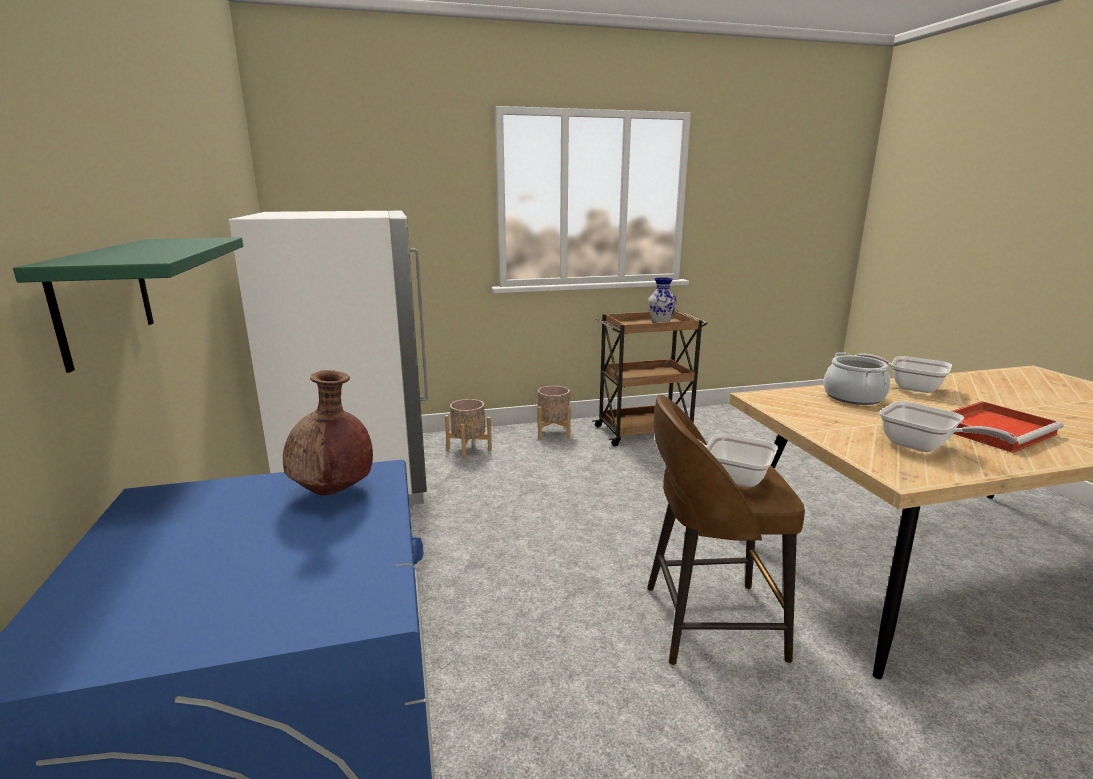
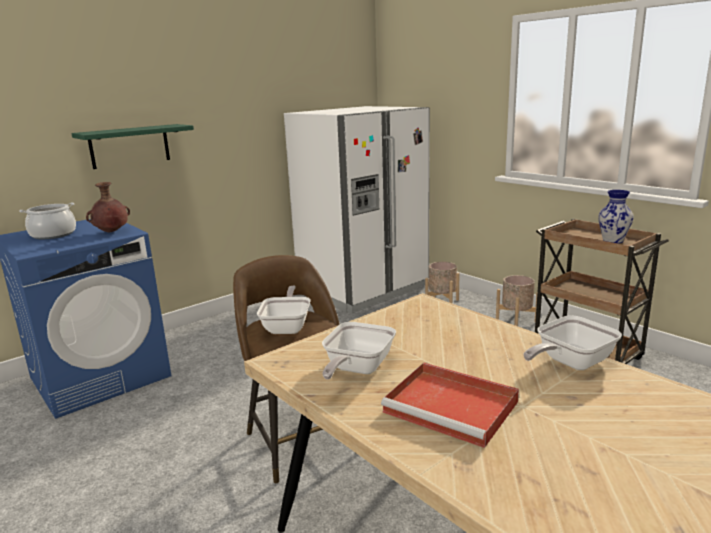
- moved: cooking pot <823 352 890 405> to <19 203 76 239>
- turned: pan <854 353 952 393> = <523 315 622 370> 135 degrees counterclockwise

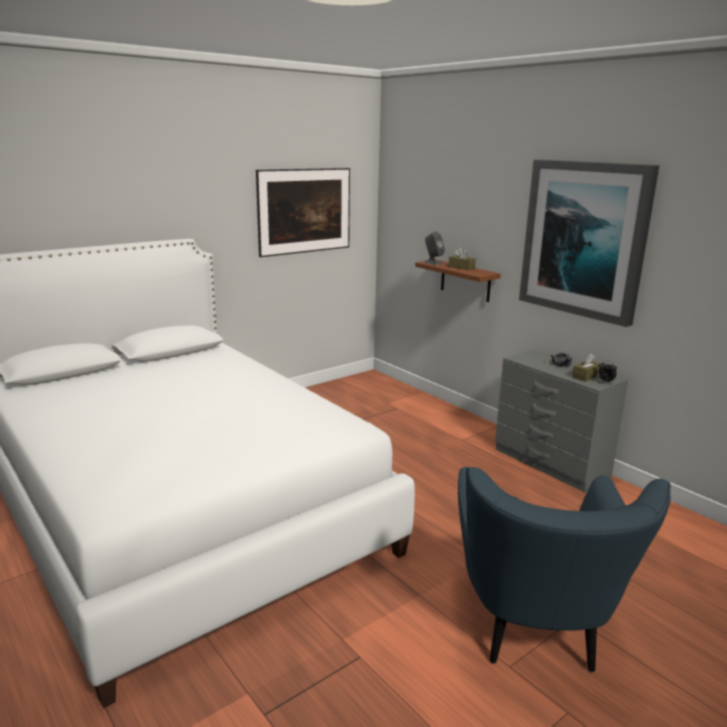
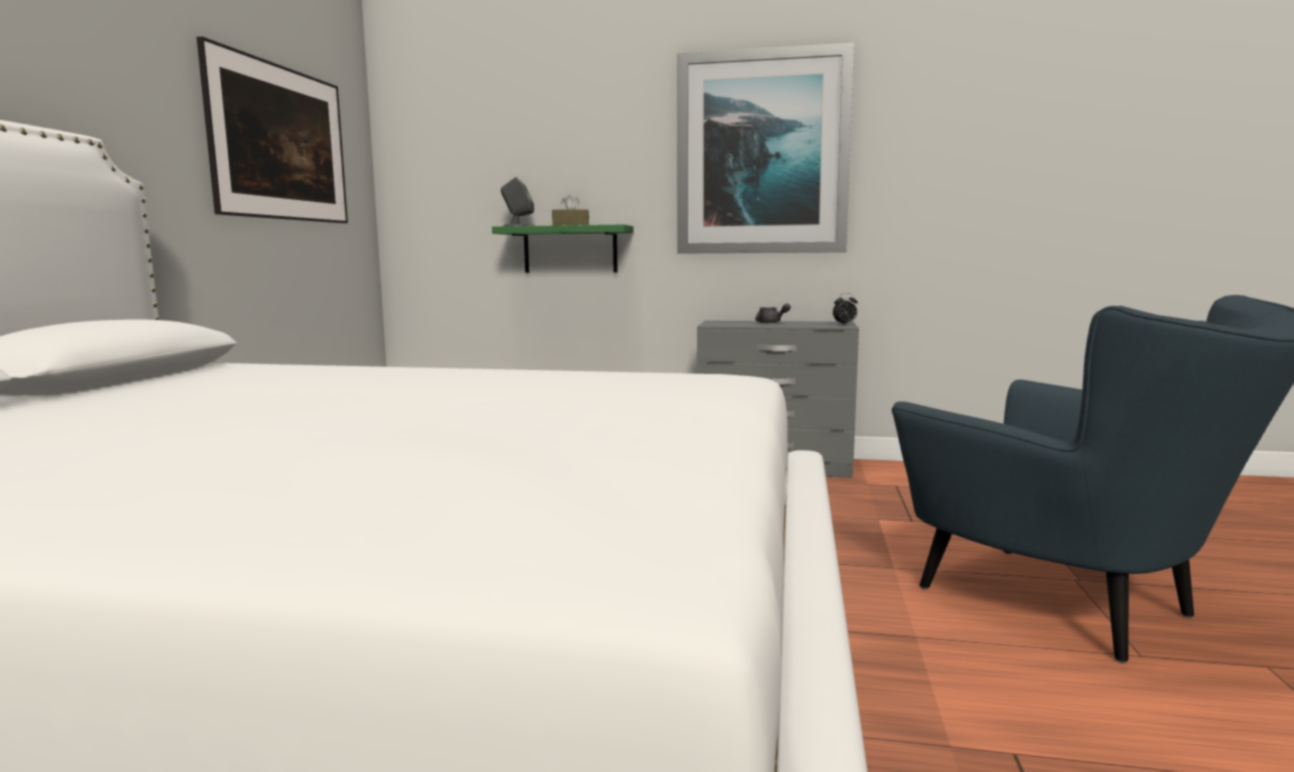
- removed: brownish tissue holder <572 354 601 382>
- recoloured: brownish bracket shelf <415 259 501 302> to green-coloured bracket shelf <492 224 634 273>

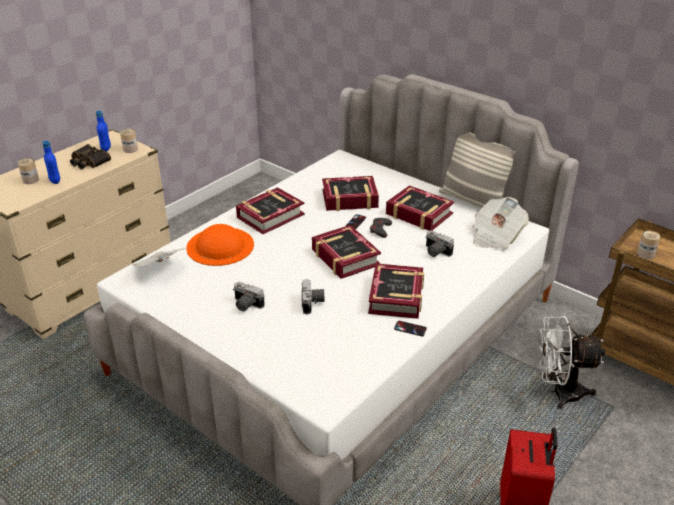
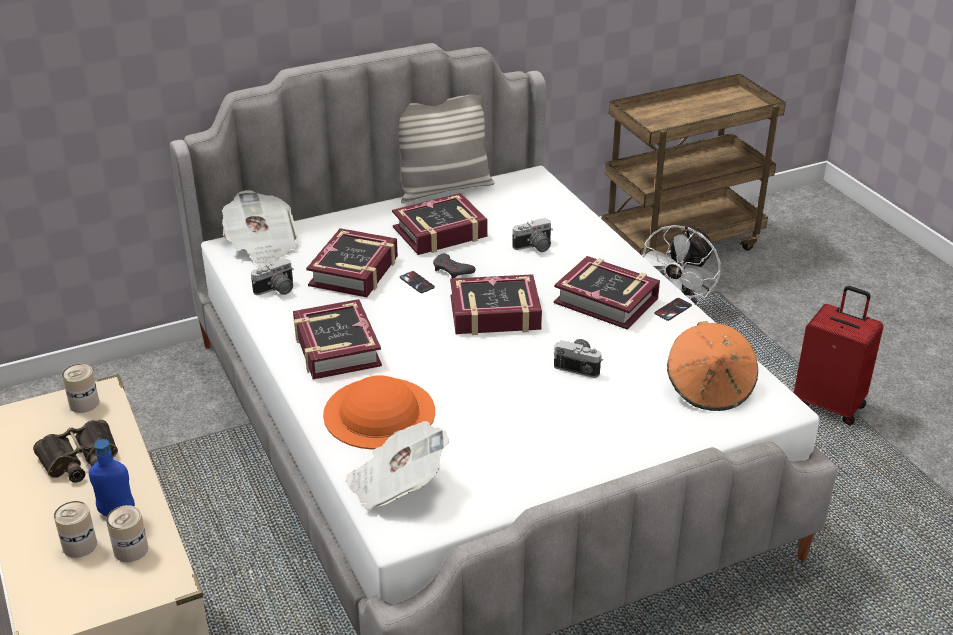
- removed: bluish drink bottle <96 111 111 152>
- added: orange wearable hat <667 321 758 411>
- moved: still camera <234 282 265 312> to <251 258 294 295>
- moved: printed paper <473 197 529 249> to <222 190 298 267>
- moved: can <637 231 660 259> to <106 505 148 562>

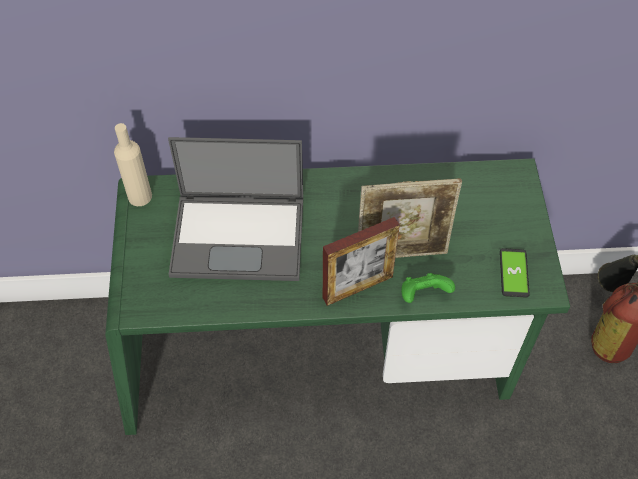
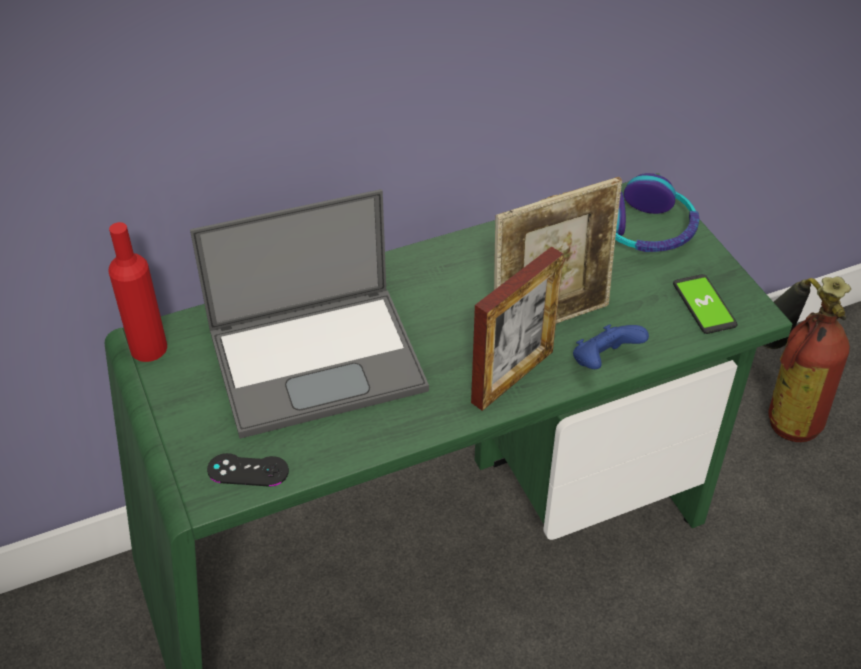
- added: black gamepad <207 453 289 486>
- added: headset <615 173 699 252>
- recoloured: sand-coloured drink bottle <114 123 152 206> to red drink bottle <108 222 167 362>
- recoloured: green-coloured gamepad <401 273 455 303> to bluish gamepad <573 324 649 369>

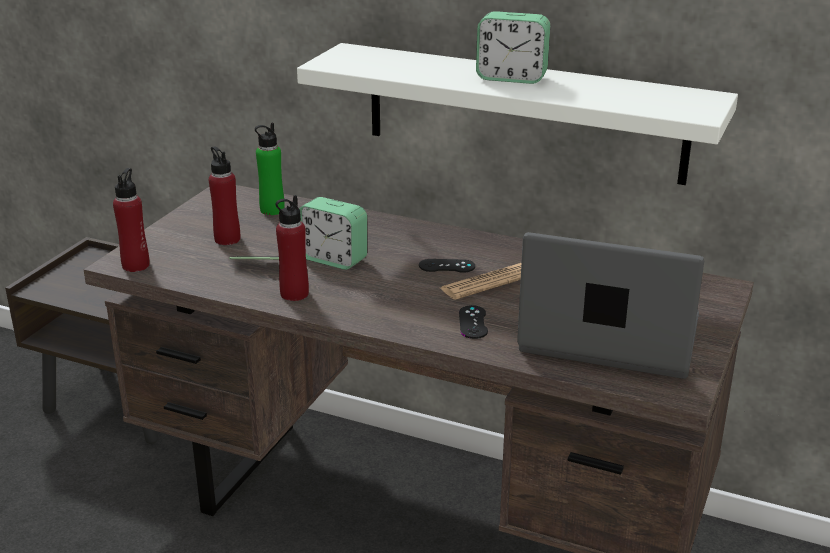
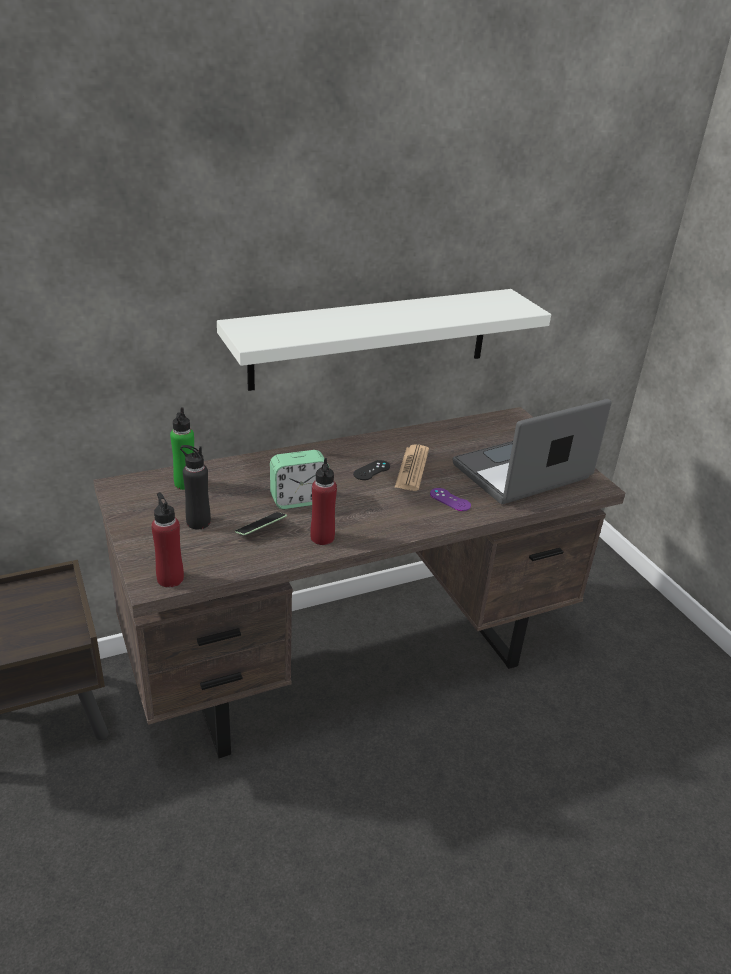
- removed: alarm clock <476 11 550 84>
- recoloured: red drink bottle <209 146 240 245> to black drink bottle <180 445 211 529>
- recoloured: black gamepad <459 305 488 339> to purple gamepad <430 488 471 511>

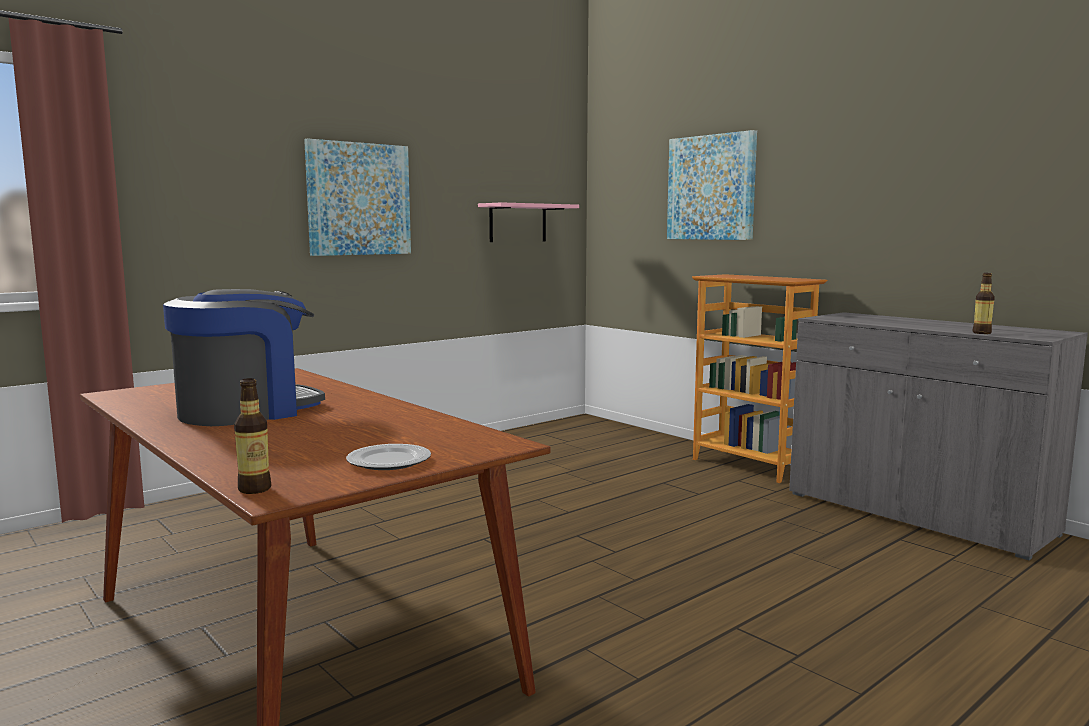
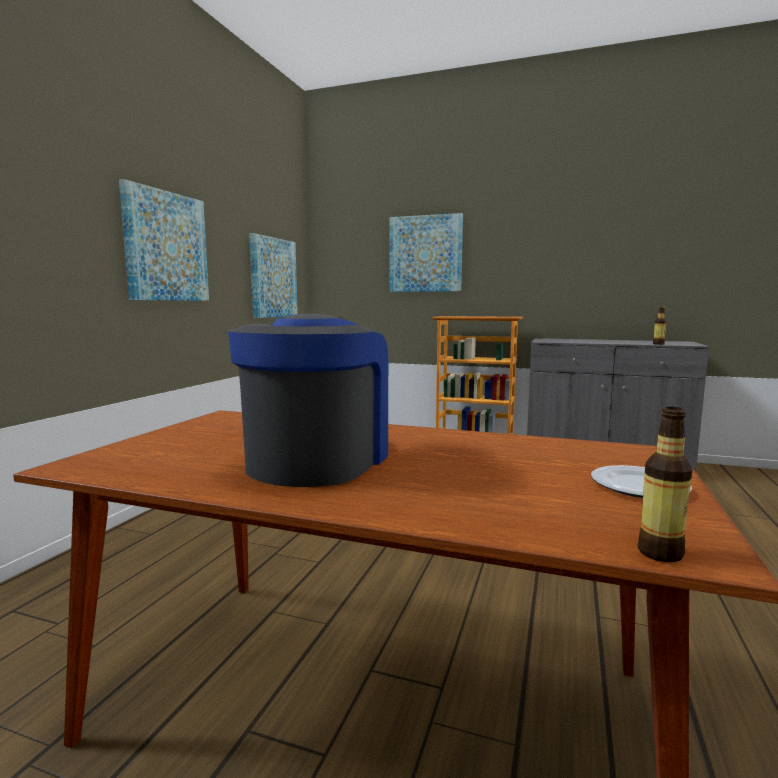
- replaced: pink bracket shelf <478 202 579 242> to picture <249 233 298 318>

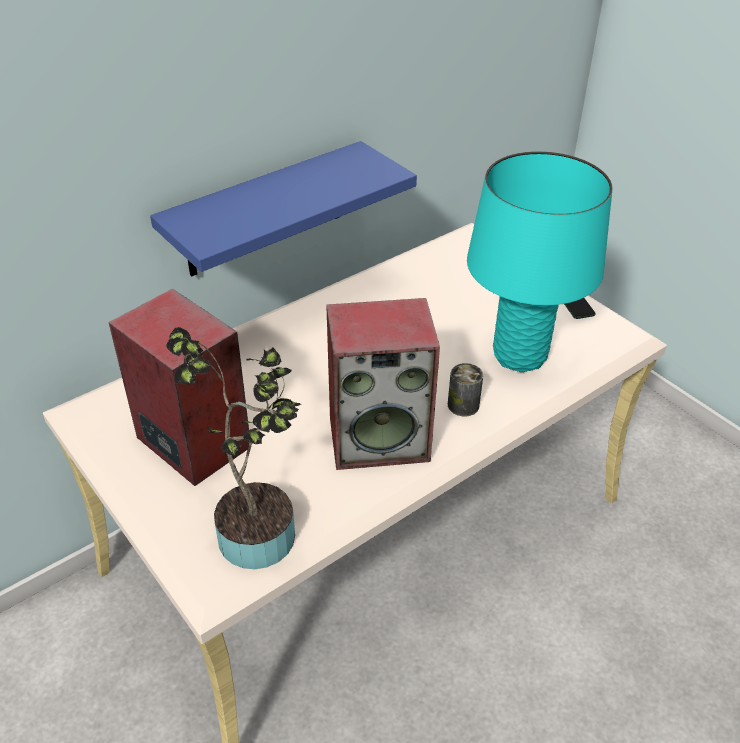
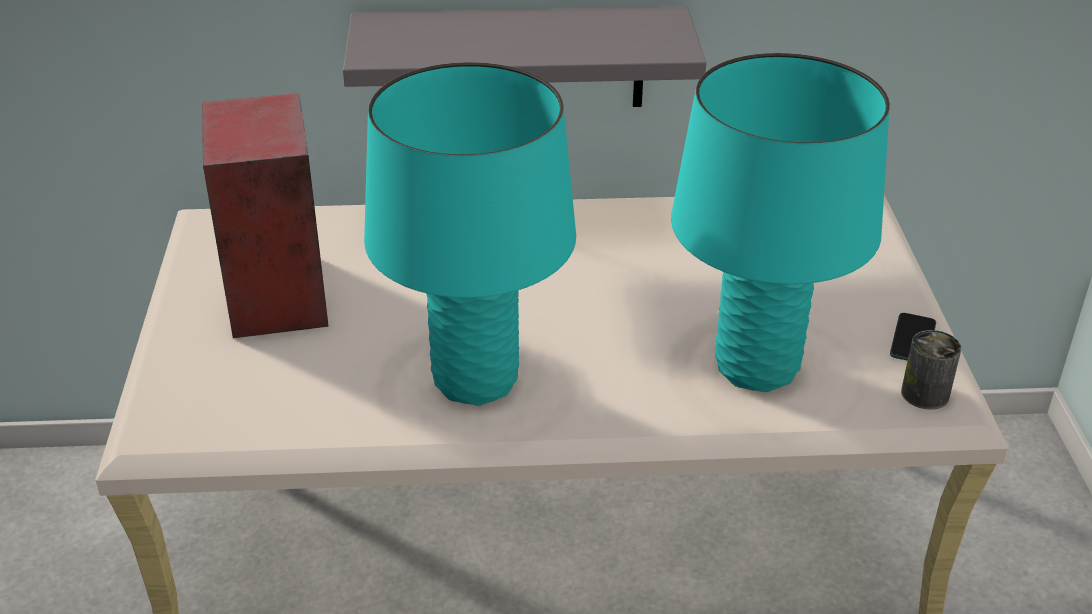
- removed: plant in a pot <166 327 301 569>
- moved: can <448 363 483 416> to <901 330 961 410>
- replaced: speaker <326 298 440 470> to turquoise-coloured table lamp <364 62 576 406>
- recoloured: bluish bracket shelf <150 141 417 277> to grey bracket shelf <343 6 706 107>

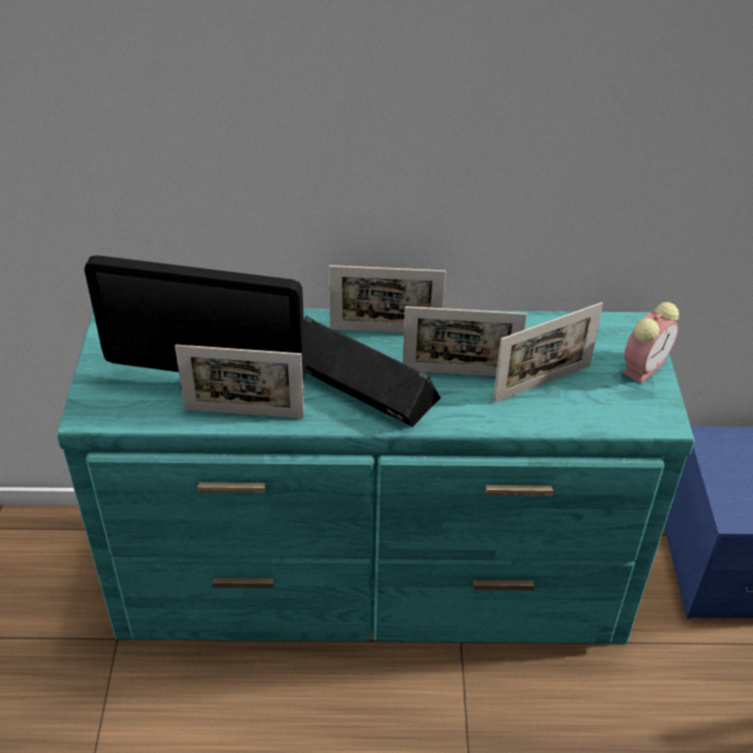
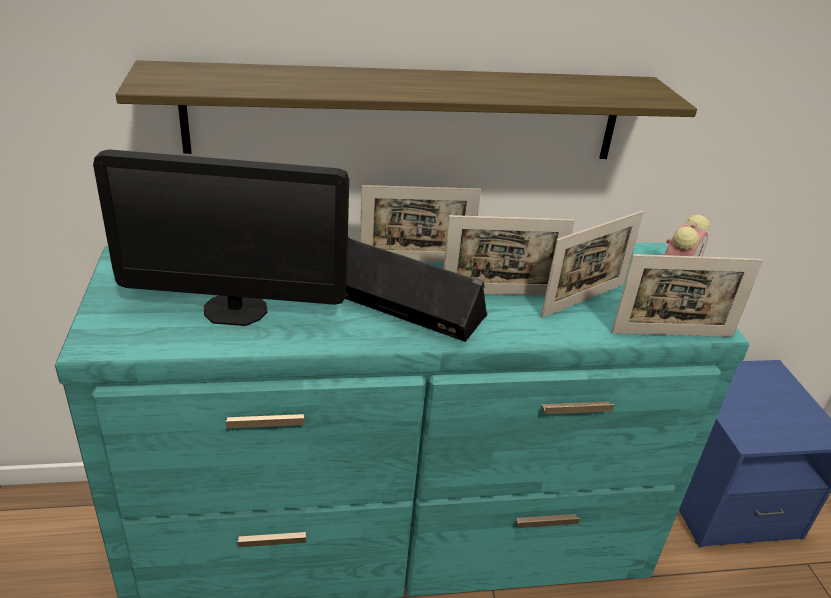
- added: bracket shelf <116 60 697 159>
- moved: photo frame <175 345 304 419> to <611 254 763 337>

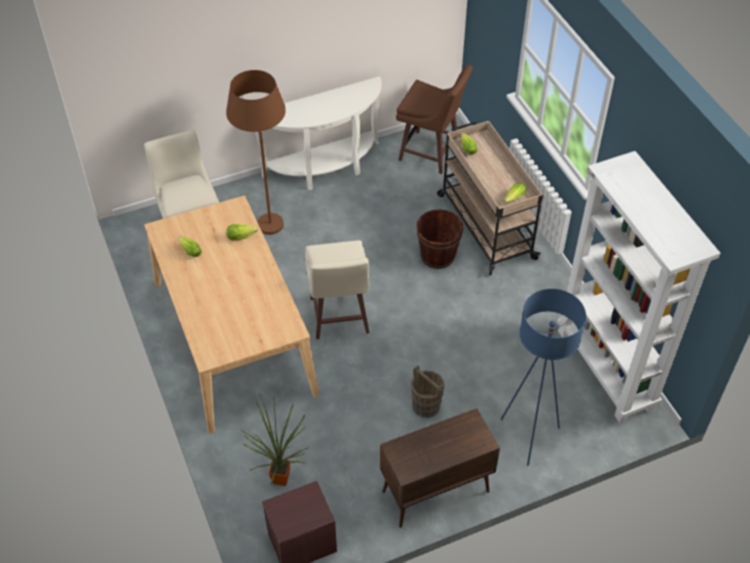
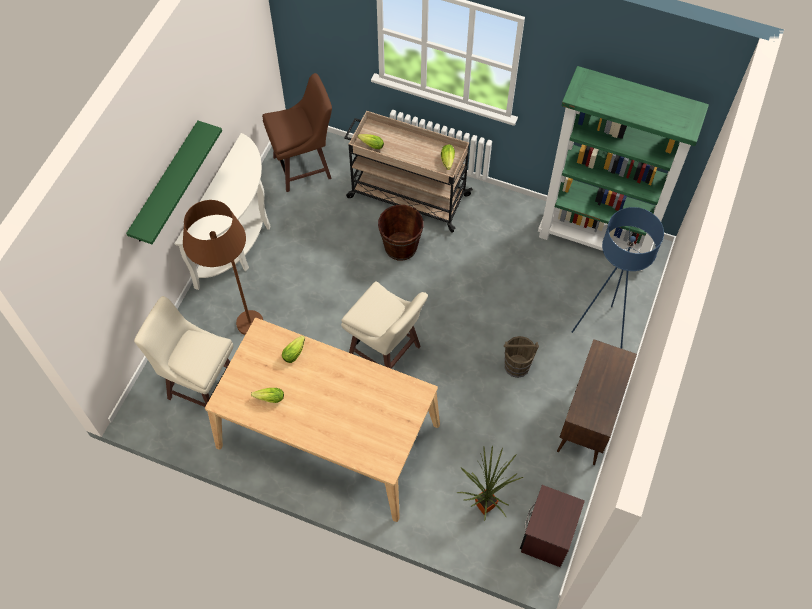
- added: green-coloured bracket shelf <126 121 222 244>
- recoloured: white bookshelf <557 151 720 423> to green-coloured bookshelf <538 66 709 271>

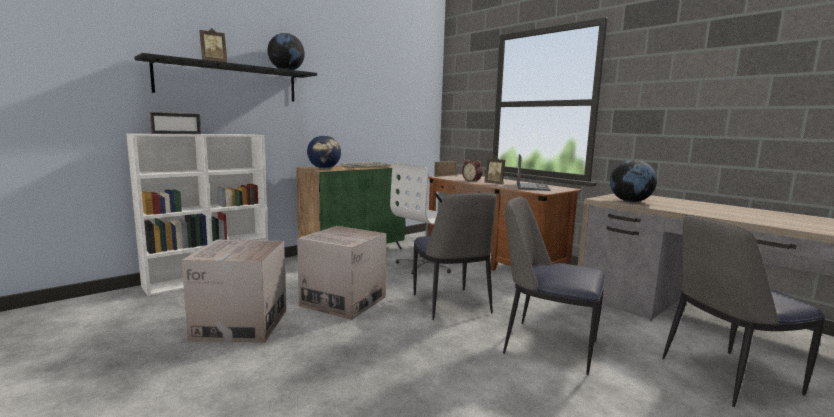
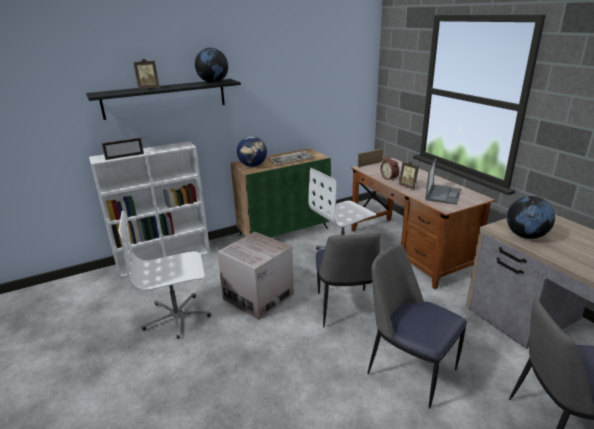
- replaced: carton <182 240 286 343> to white computer chair <118 211 211 339>

